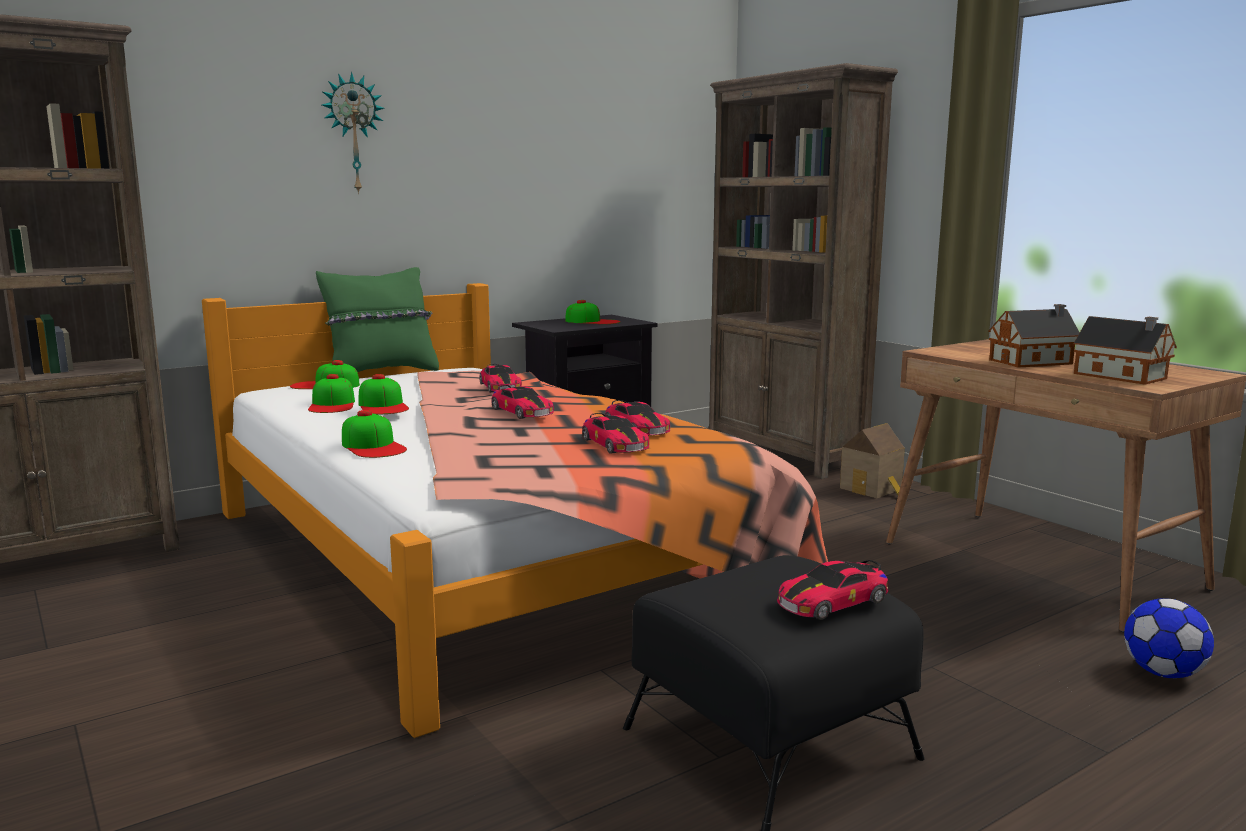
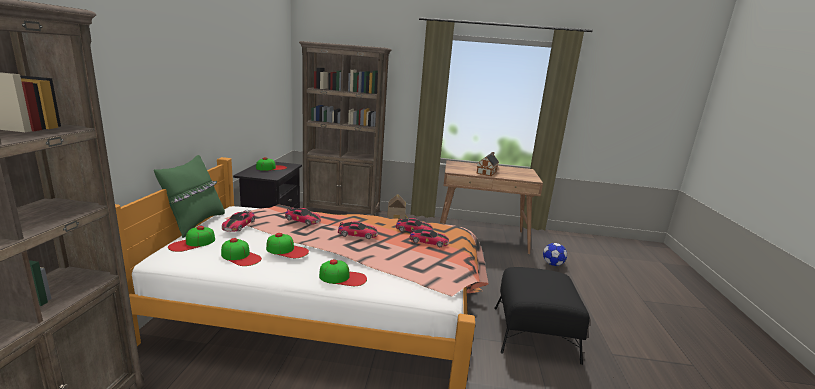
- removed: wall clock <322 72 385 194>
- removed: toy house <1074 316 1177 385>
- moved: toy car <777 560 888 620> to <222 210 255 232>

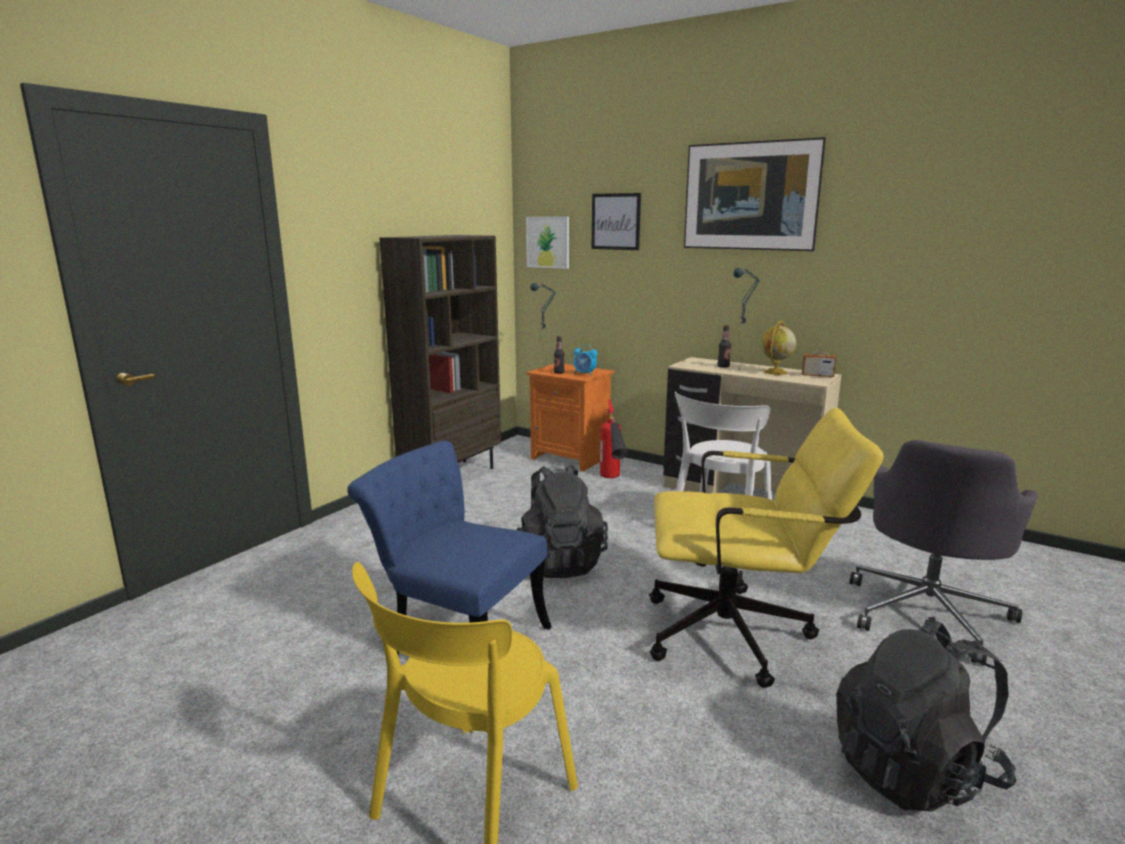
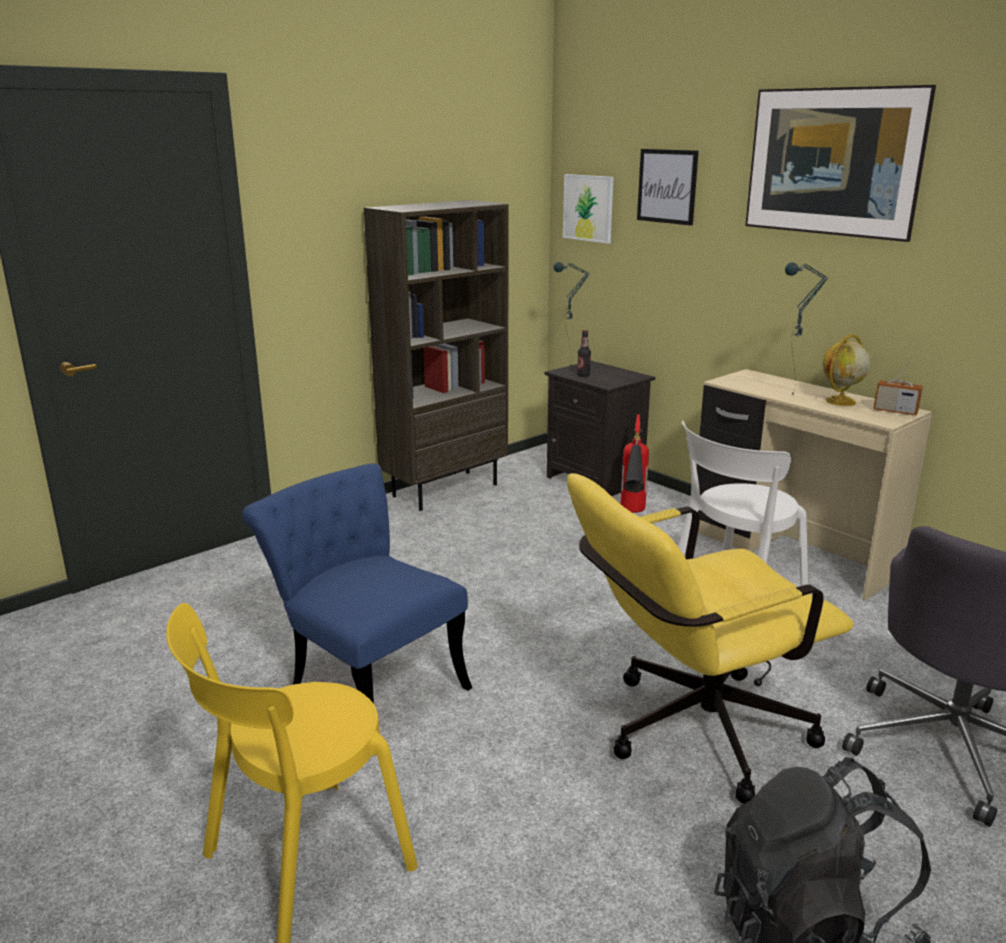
- removed: black backpack <517 465 608 578>
- removed: alarm clock <573 344 598 376>
- removed: drink bottle <718 325 731 368>
- recoloured: orange nightstand <526 364 614 471> to black nightstand <544 361 655 496>
- turned: yellow computer chair <649 408 883 688> = <567 473 853 804> 135 degrees clockwise

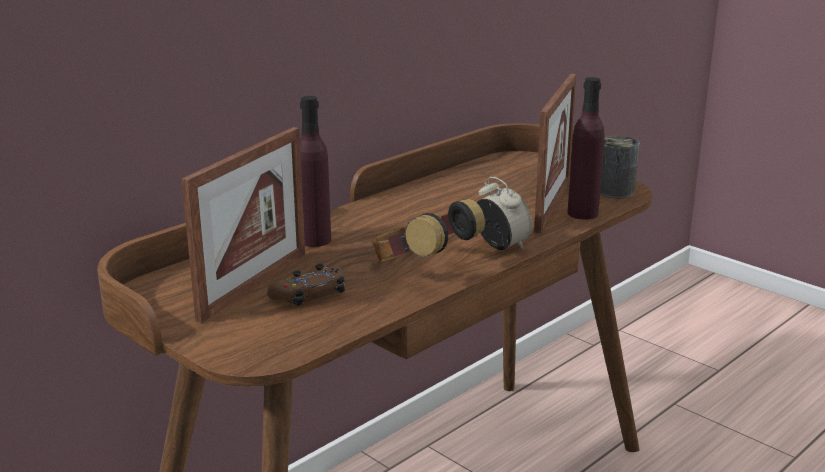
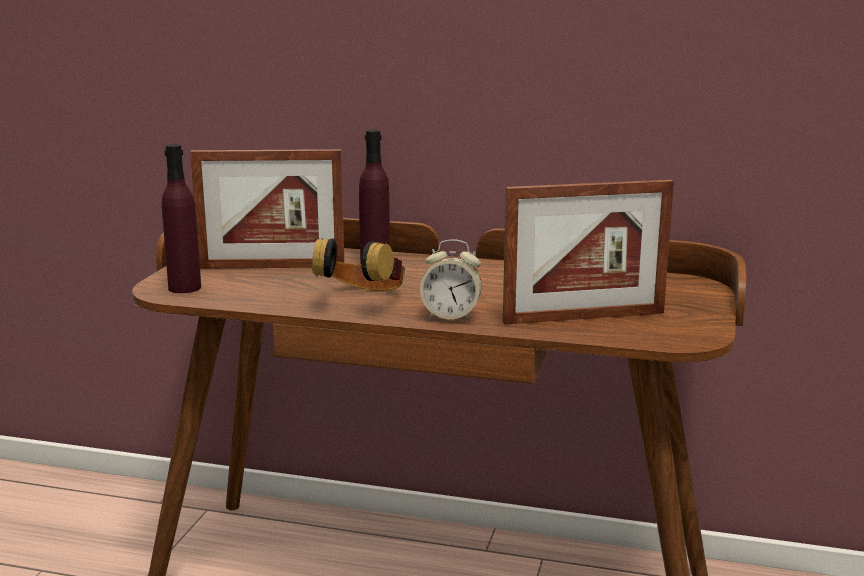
- removed: brownish gamepad <267 264 345 306>
- removed: can <600 136 639 198>
- moved: purple drink bottle <567 77 604 220> to <162 144 201 293>
- turned: alarm clock <477 177 532 250> = <420 239 482 321> 75 degrees clockwise

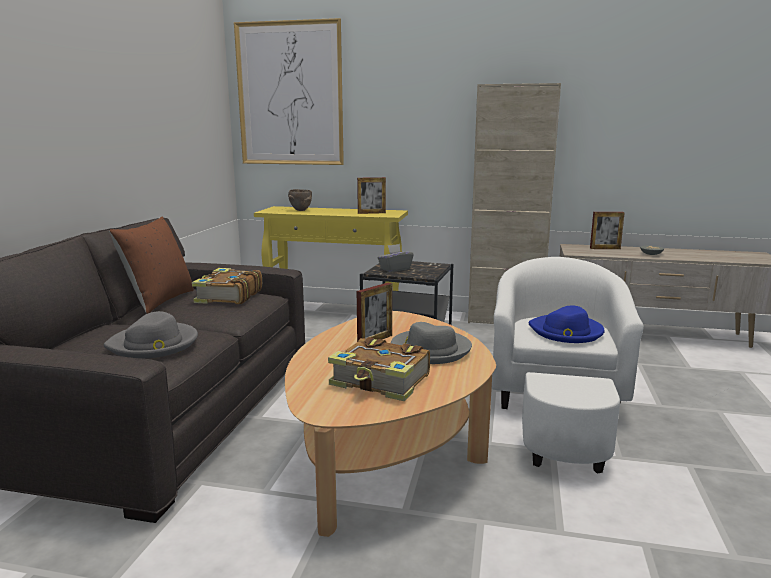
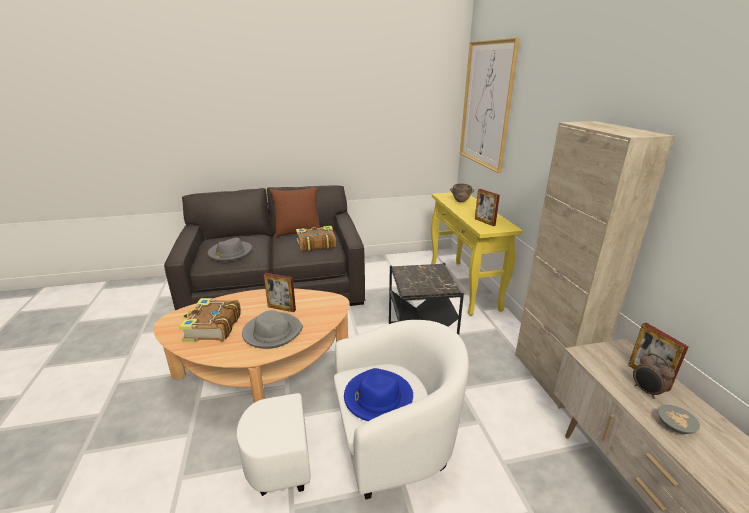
- removed: grey tissue holder <378 244 414 272>
- added: alarm clock <633 353 675 399>

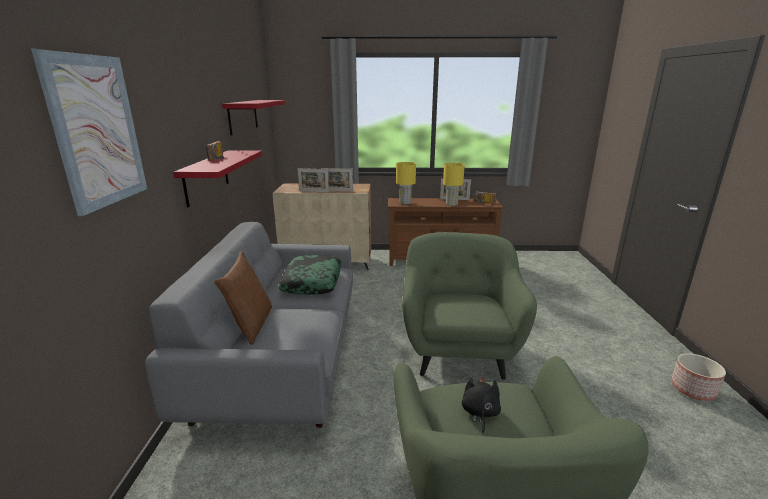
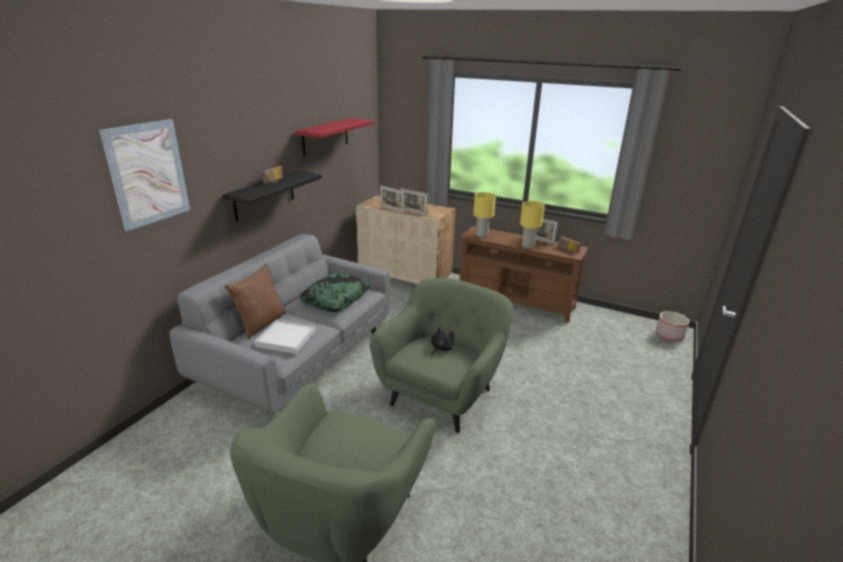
- added: white tray <254 319 316 354>
- moved: black soft toy <462 375 501 434> to <431 326 455 356>
- moved: flower pot <671 353 726 401> to <656 311 689 341>
- recoloured: red bracket shelf <173 150 262 208> to black bracket shelf <223 170 322 222>

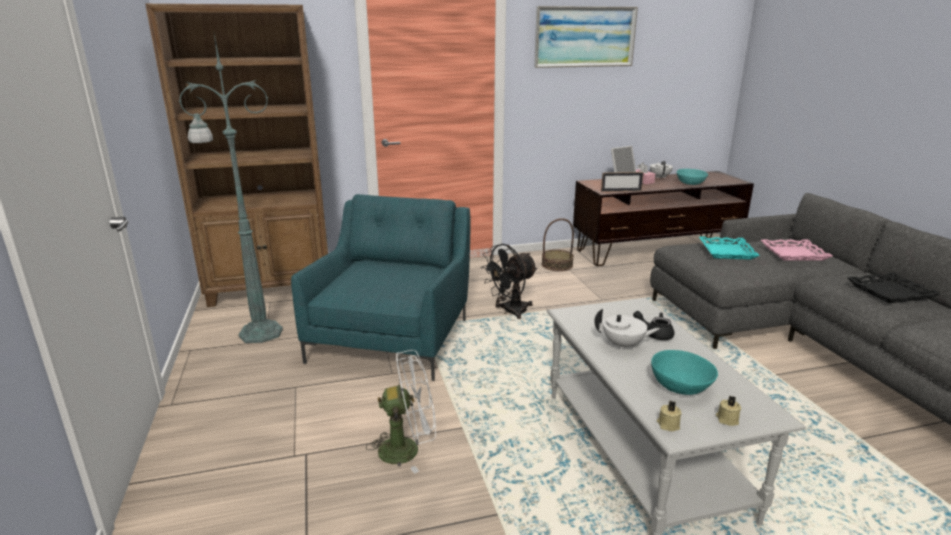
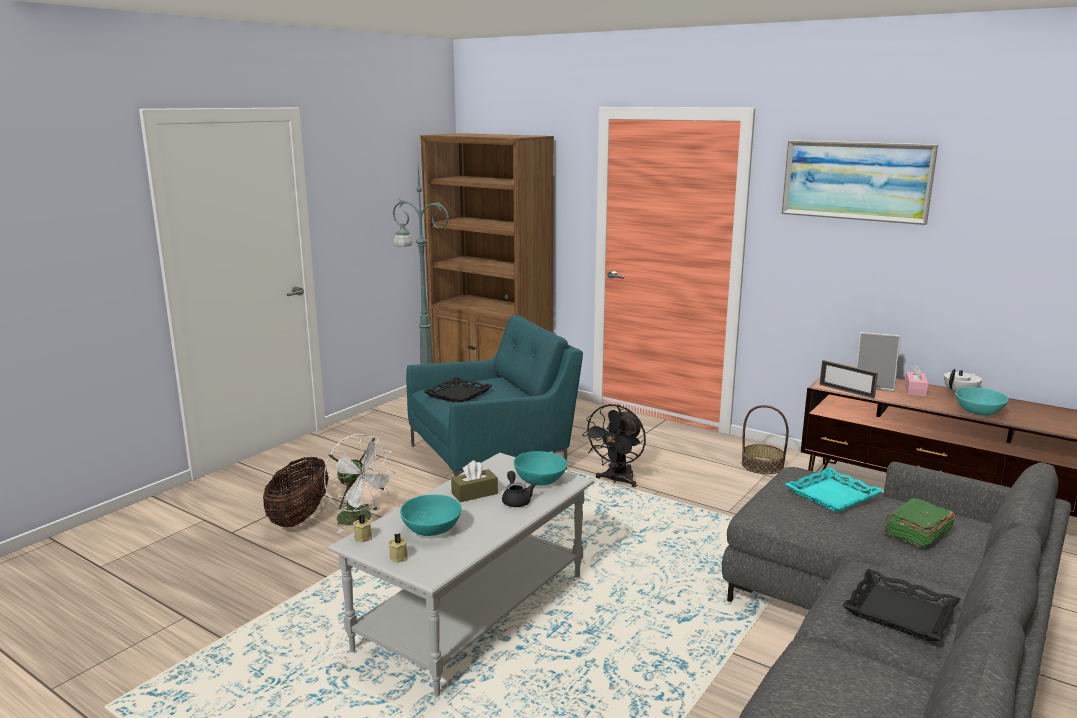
- added: basket <263 457 329 527>
- added: black tray <423 377 493 403>
- added: turquoise-coloured serving bowl <514 451 568 486>
- replaced: white tea pot <594 309 660 351> to brownish tissue holder <451 460 498 502>
- replaced: pink tray <761 240 833 261> to green-coloured volume <884 498 955 549>
- turned: black cooling fan <480 244 538 319> = <582 404 646 487> 75 degrees counterclockwise

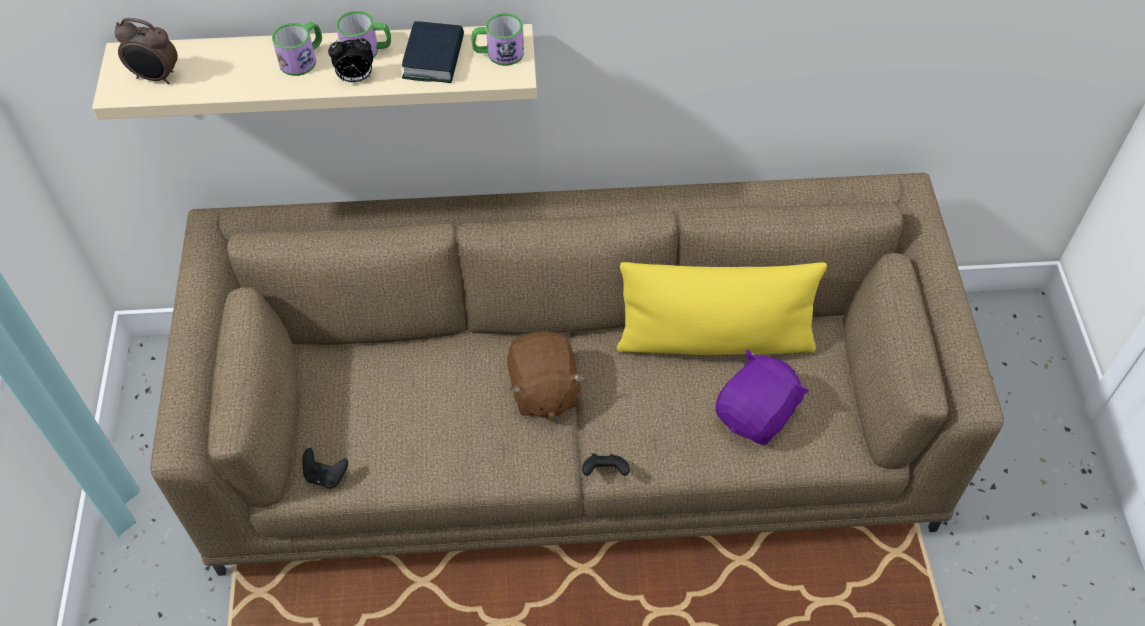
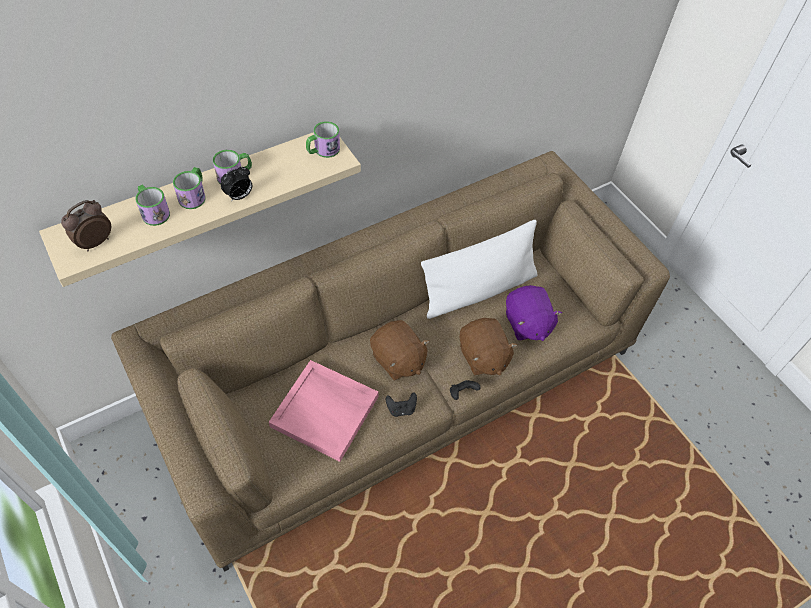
- removed: volume <402 21 464 83>
- added: mug <135 185 170 226>
- added: pink tray <269 360 379 462>
- added: brownish soft toy <459 318 517 376>
- moved: black gamepad <302 448 348 488> to <386 392 417 417>
- recoloured: yellow pillow <617 262 827 355> to white pillow <421 220 538 319>
- turned: alarm clock <115 18 178 84> = <61 200 111 251> 150 degrees clockwise
- turned: purple soft toy <715 350 809 445> = <506 285 562 341> 150 degrees clockwise

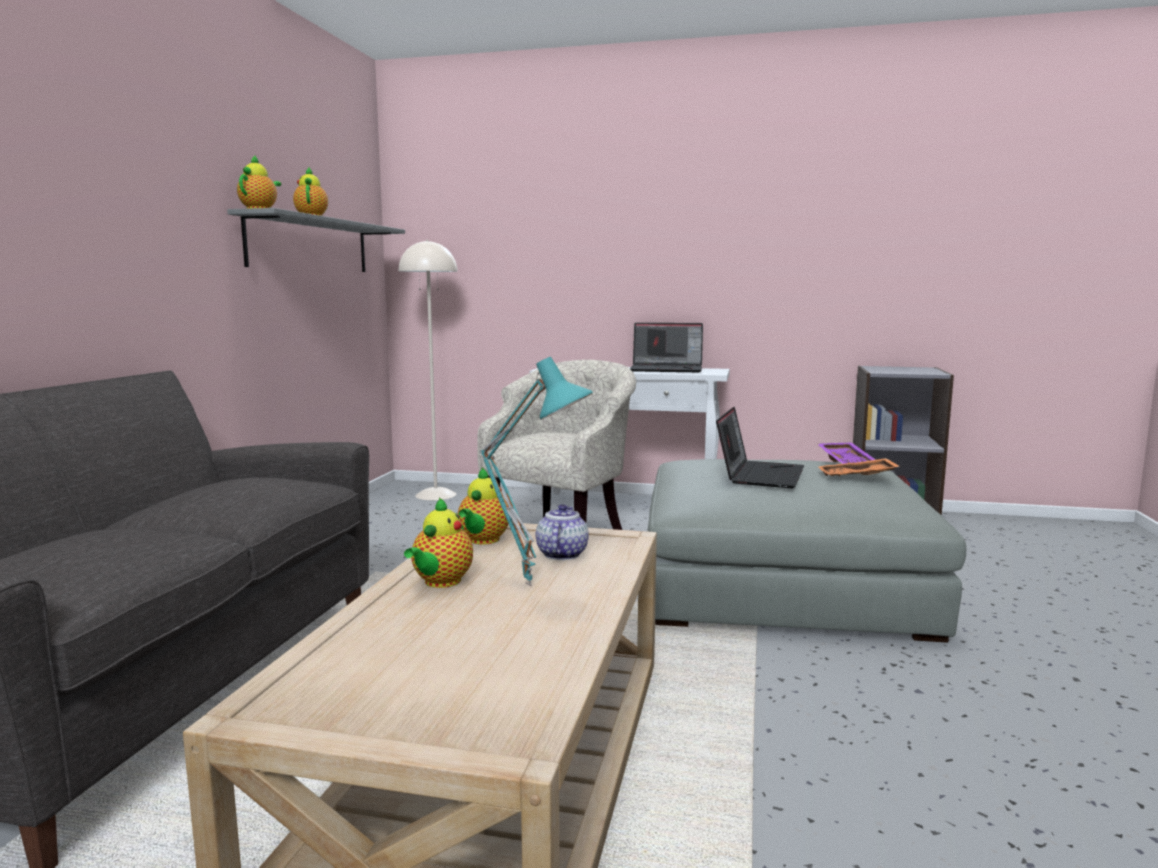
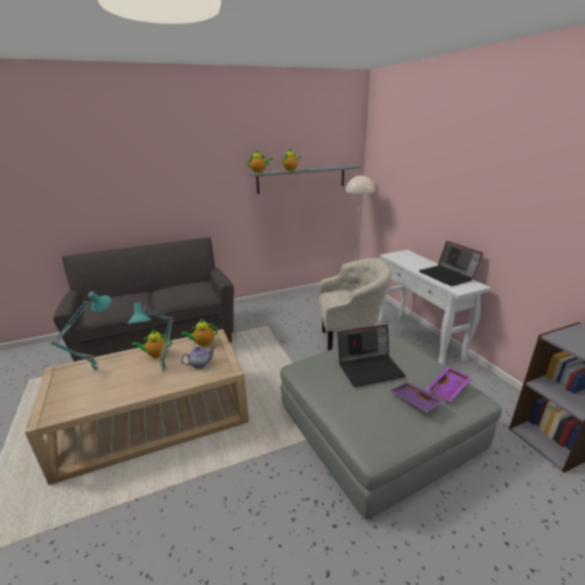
- added: turquoise-coloured table lamp <50 291 111 372>
- recoloured: orange tray <818 458 901 477> to purple tray <389 381 445 412>

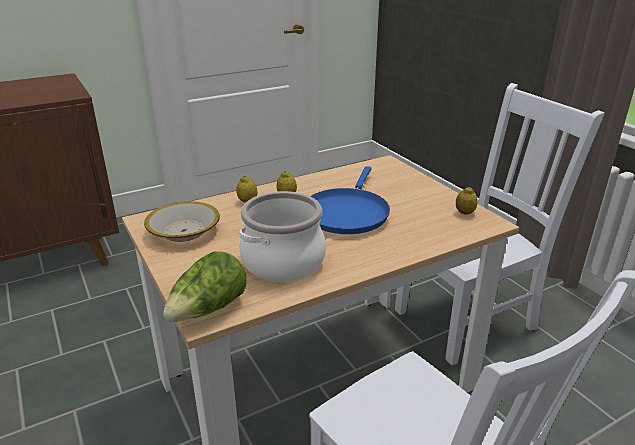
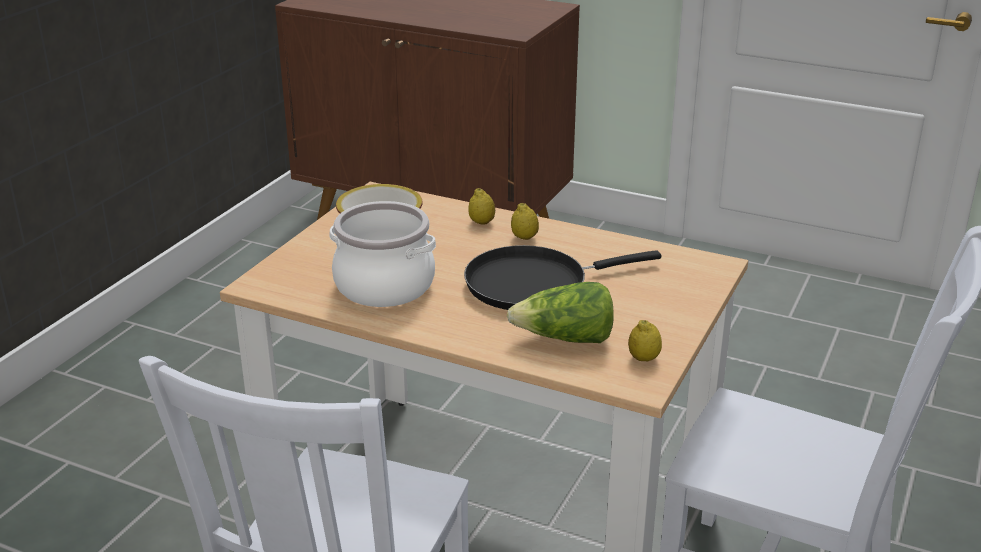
- moved: lettuce <163 251 247 322> to <507 282 614 343>
- recoloured: bluish pan <311 166 390 234> to black pan <464 245 661 310>

